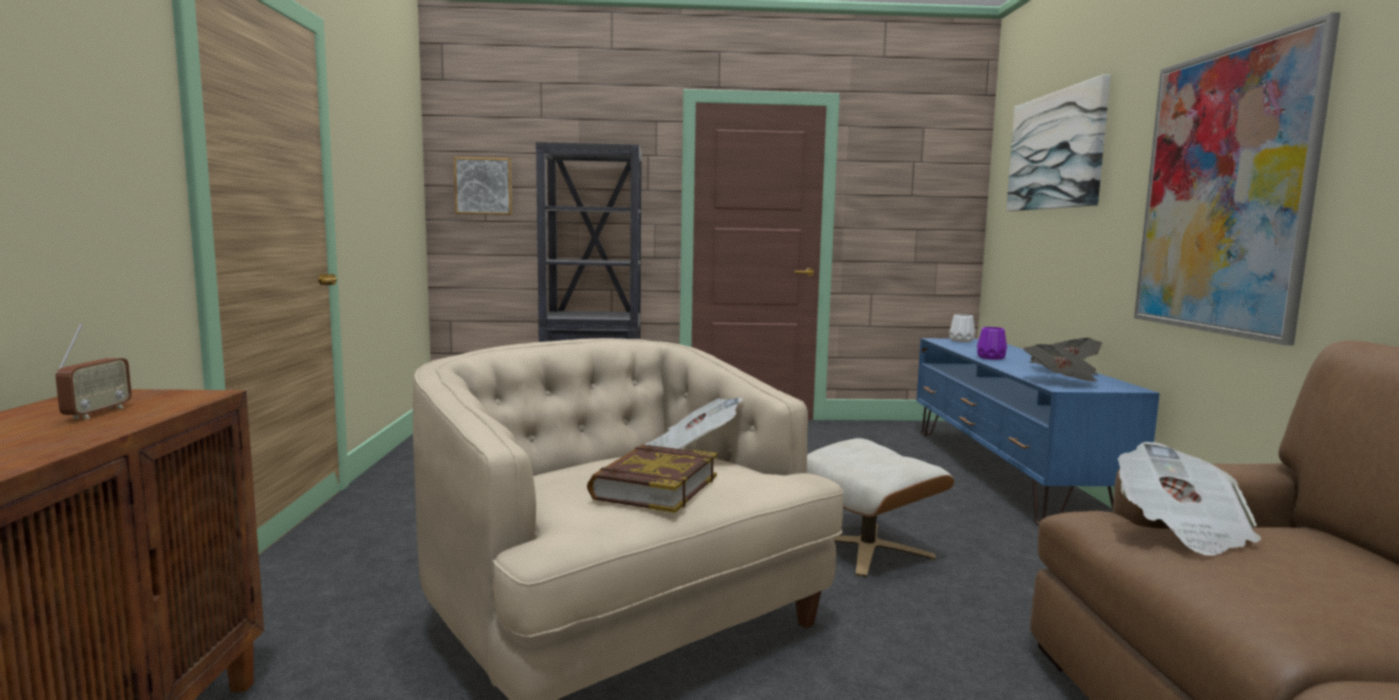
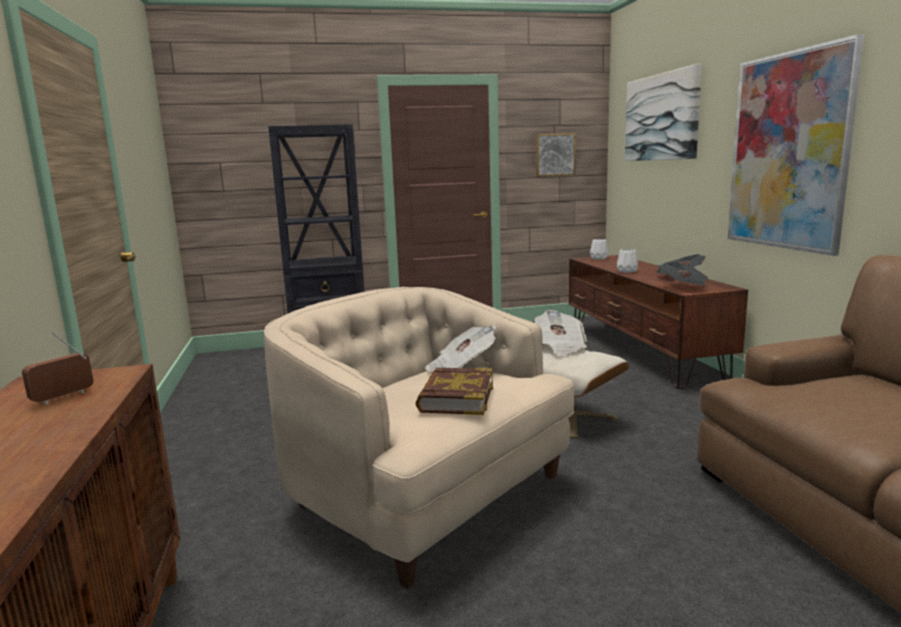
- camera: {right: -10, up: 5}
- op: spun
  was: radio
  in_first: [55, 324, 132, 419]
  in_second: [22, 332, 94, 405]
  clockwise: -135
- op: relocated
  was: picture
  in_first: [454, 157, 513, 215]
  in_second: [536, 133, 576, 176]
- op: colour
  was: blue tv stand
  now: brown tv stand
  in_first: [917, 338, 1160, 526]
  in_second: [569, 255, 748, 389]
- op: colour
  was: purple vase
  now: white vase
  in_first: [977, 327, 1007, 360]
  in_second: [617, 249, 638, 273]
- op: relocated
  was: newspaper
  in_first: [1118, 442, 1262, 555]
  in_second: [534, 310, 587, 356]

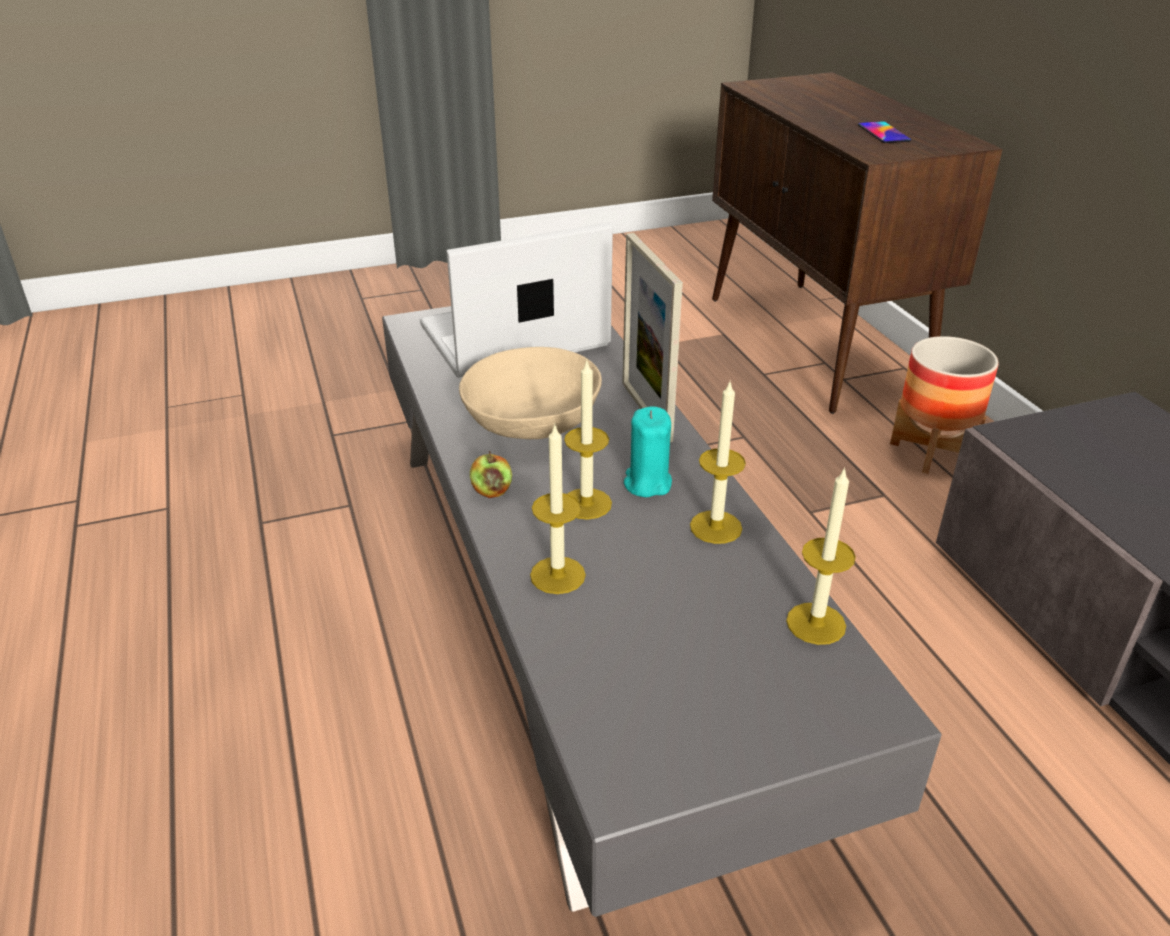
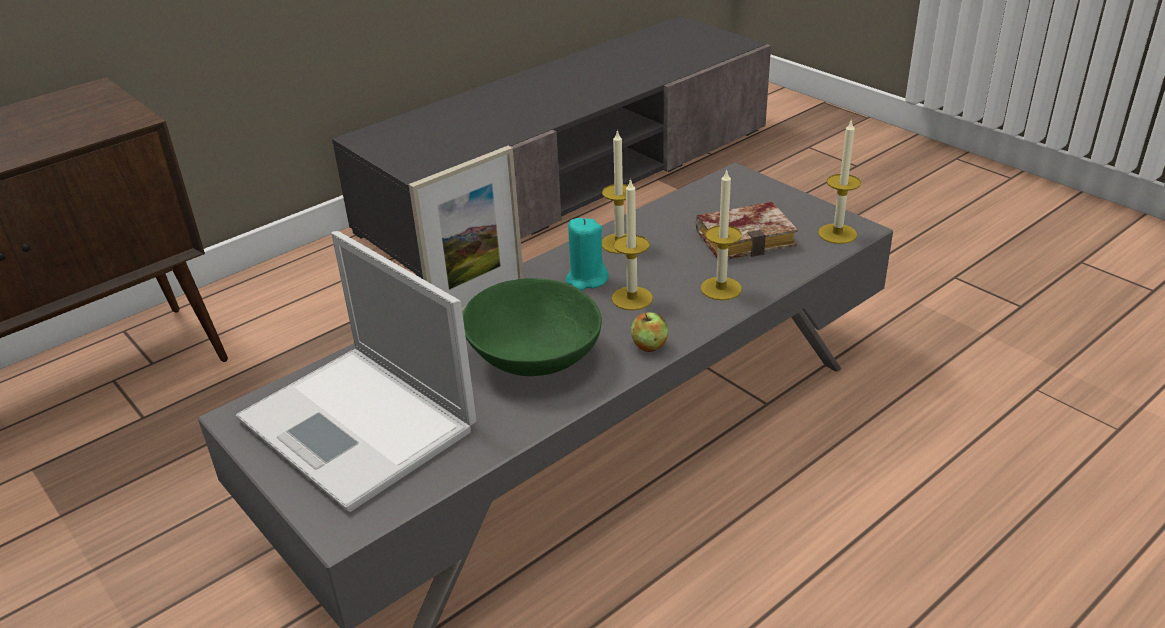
- camera: {right: -110, up: 0}
- op: colour
  was: beige bowl
  now: green bowl
  in_first: [459, 347, 602, 439]
  in_second: [463, 278, 602, 376]
- op: relocated
  was: candle
  in_first: [786, 467, 856, 645]
  in_second: [818, 119, 861, 244]
- op: missing
  was: phone
  in_first: [858, 121, 911, 143]
- op: missing
  was: planter
  in_first: [890, 336, 999, 474]
- op: appeared
  now: book
  in_second: [696, 202, 798, 259]

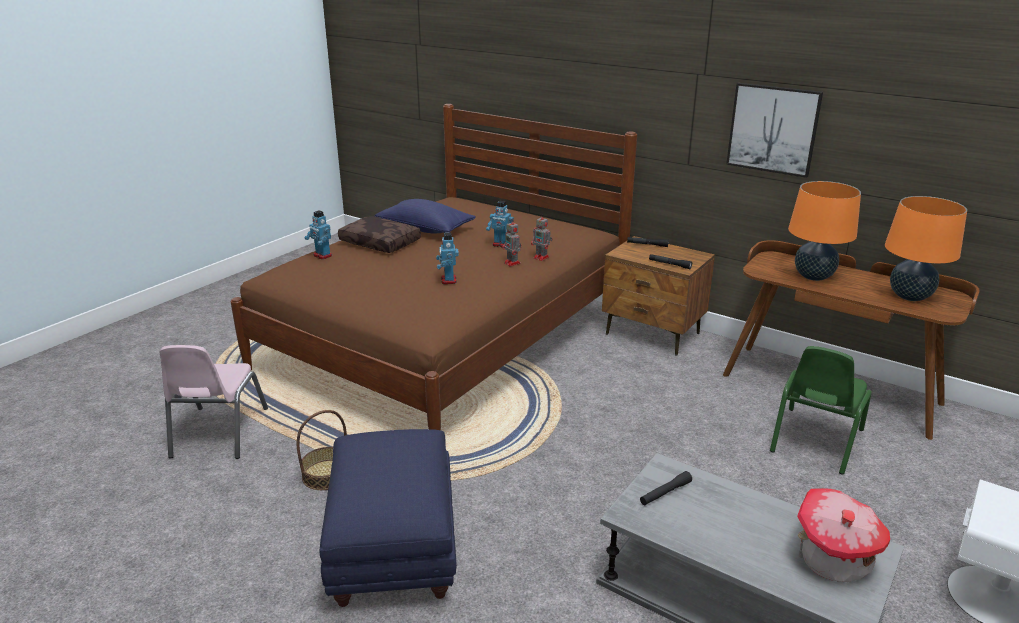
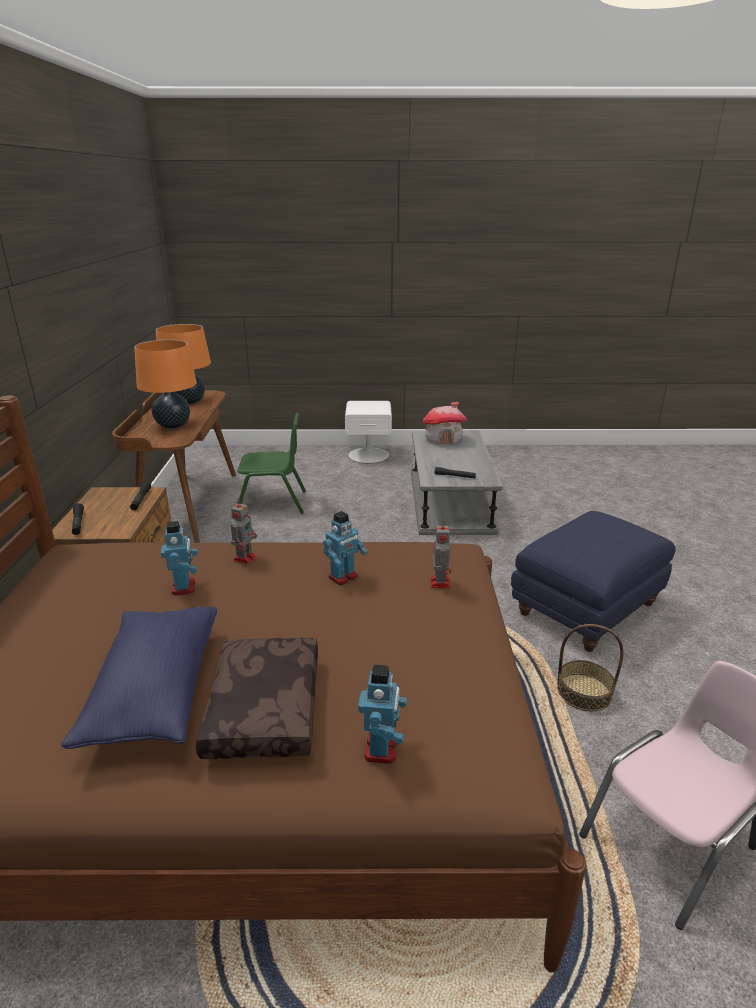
- camera: {right: -125, up: 0}
- op: relocated
  was: toy robot
  in_first: [531, 214, 553, 261]
  in_second: [430, 520, 451, 588]
- op: missing
  was: picture
  in_first: [726, 83, 823, 178]

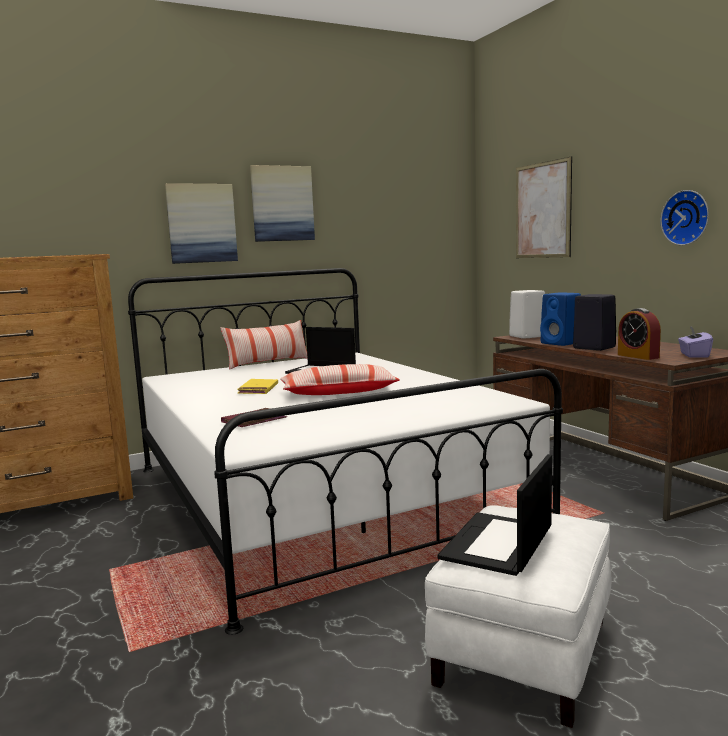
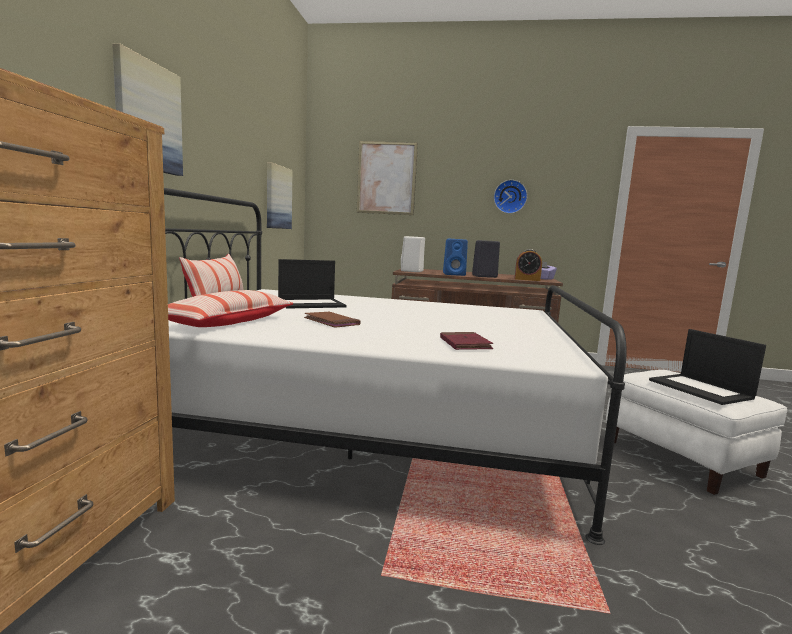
- camera: {right: -55, up: 0}
- op: colour
  was: yellow book
  now: brown book
  in_first: [237, 379, 278, 394]
  in_second: [304, 311, 361, 328]
- op: relocated
  was: picture
  in_first: [250, 165, 315, 242]
  in_second: [267, 162, 293, 229]
- op: relocated
  was: pillow
  in_first: [280, 364, 399, 395]
  in_second: [168, 290, 294, 327]

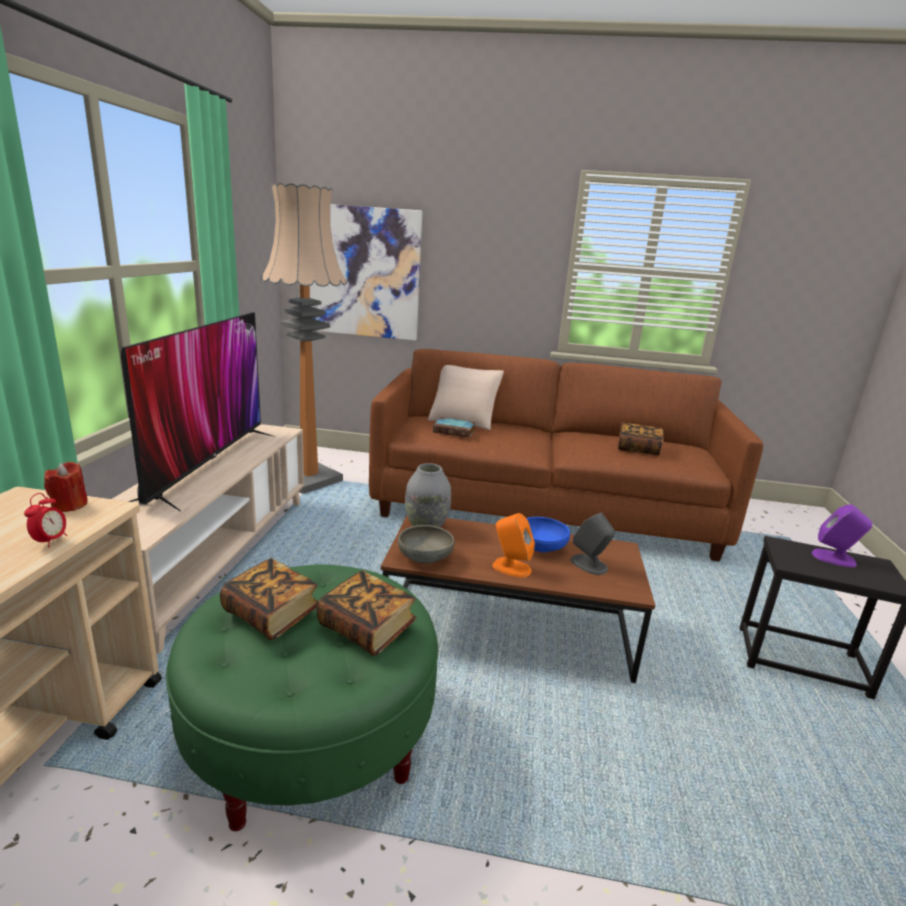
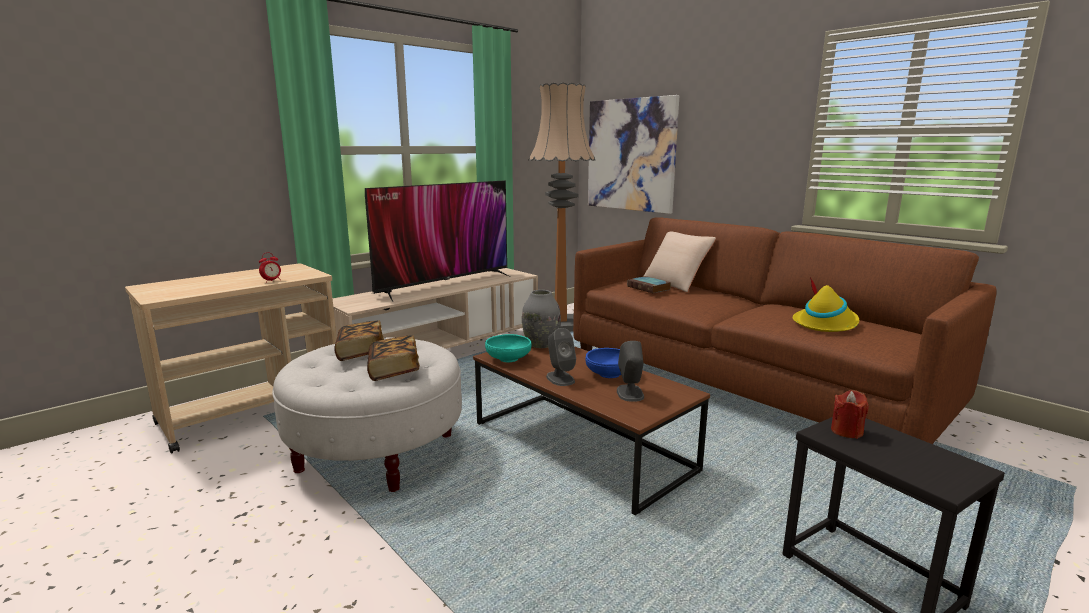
- camera: {right: 40, up: -5}
- op: relocated
  was: red candle
  in_first: [44, 462, 88, 512]
  in_second: [831, 390, 869, 439]
- op: colour
  was: green ottoman
  now: white ottoman
  in_first: [166, 564, 438, 831]
  in_second: [272, 337, 462, 492]
- op: colour
  was: grey bowl
  now: turquoise bowl
  in_first: [398, 525, 454, 564]
  in_second: [485, 334, 532, 362]
- op: colour
  was: orange speaker
  now: grey speaker
  in_first: [492, 513, 535, 578]
  in_second: [546, 328, 576, 386]
- op: exchanged
  was: book
  now: yellow hat
  in_first: [618, 422, 663, 456]
  in_second: [792, 277, 859, 332]
- op: missing
  was: purple speaker
  in_first: [812, 504, 872, 567]

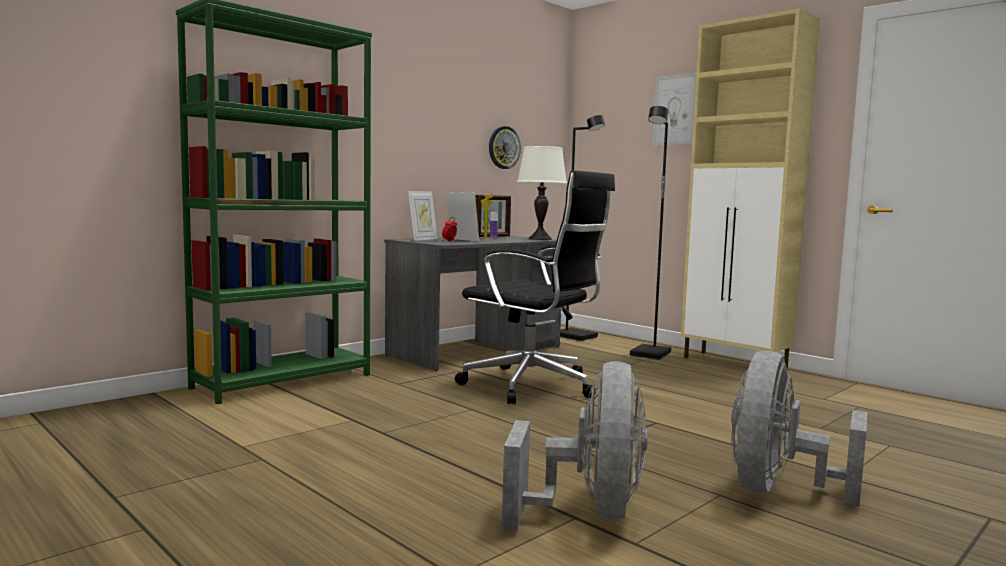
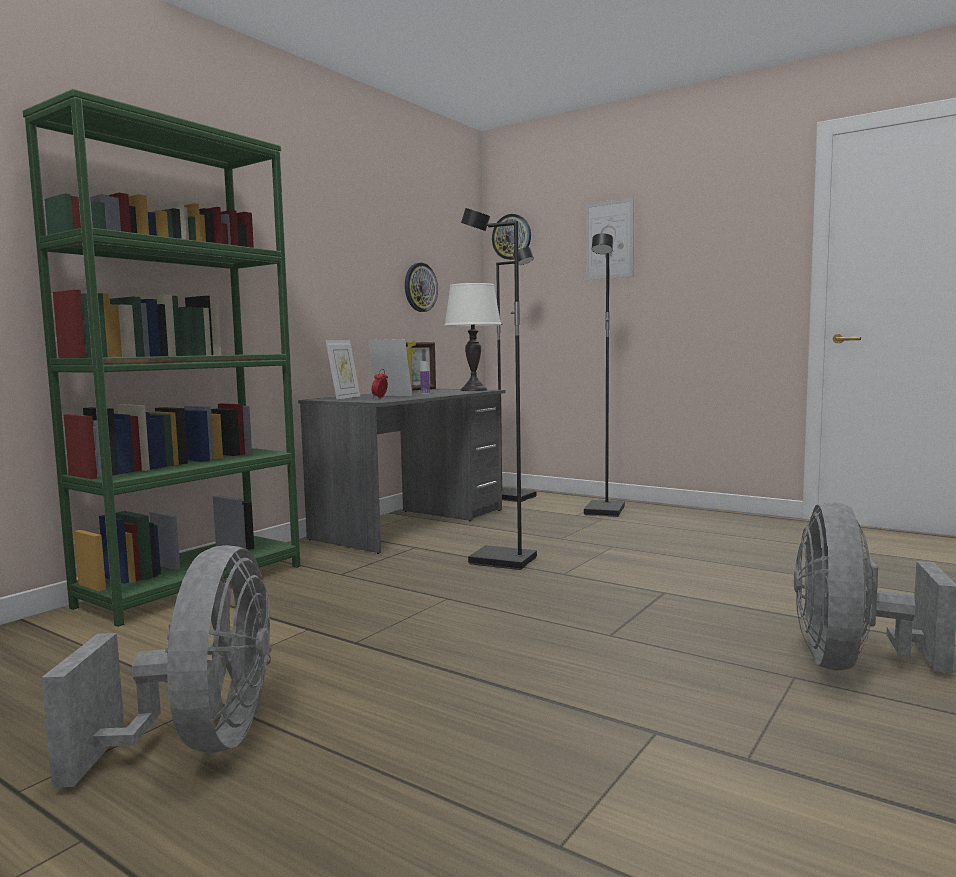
- camera: {right: -10, up: 0}
- op: exchanged
  was: black office chair
  now: black floor lamp
  in_first: [455, 170, 615, 404]
  in_second: [461, 208, 537, 570]
- op: relocated
  was: grey fan
  in_first: [502, 361, 648, 530]
  in_second: [41, 545, 271, 788]
- op: missing
  was: beige cabinet
  in_first: [681, 8, 820, 369]
- op: appeared
  now: wall clock
  in_second: [492, 214, 531, 260]

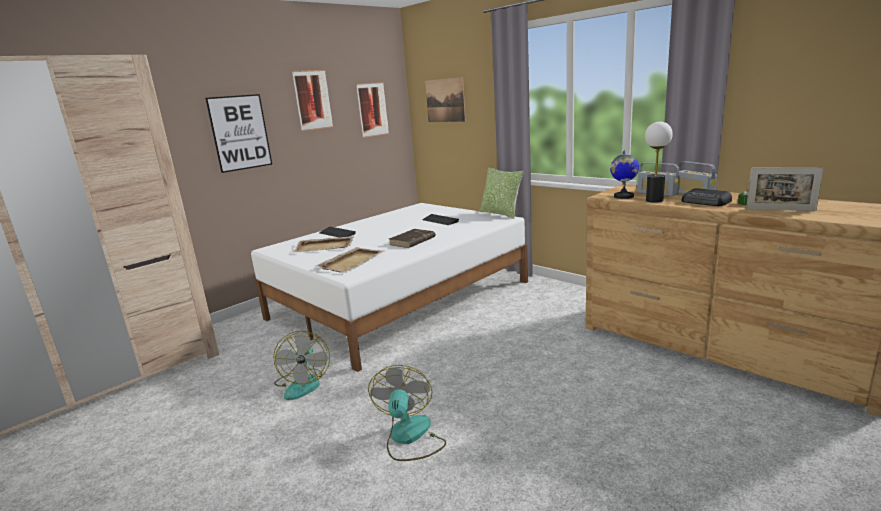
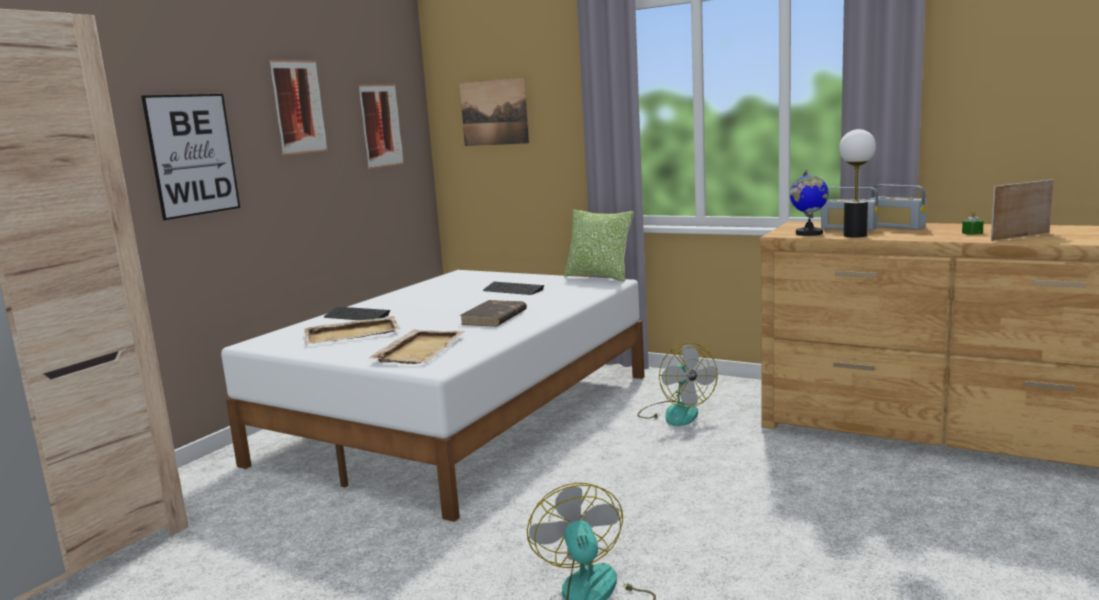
- camera: {right: -15, up: -5}
- op: relocated
  was: fan
  in_first: [273, 331, 330, 400]
  in_second: [637, 342, 718, 426]
- op: missing
  was: radio
  in_first: [681, 188, 732, 206]
- op: spun
  was: picture frame
  in_first: [746, 167, 824, 211]
  in_second: [991, 179, 1054, 241]
  clockwise: 150

